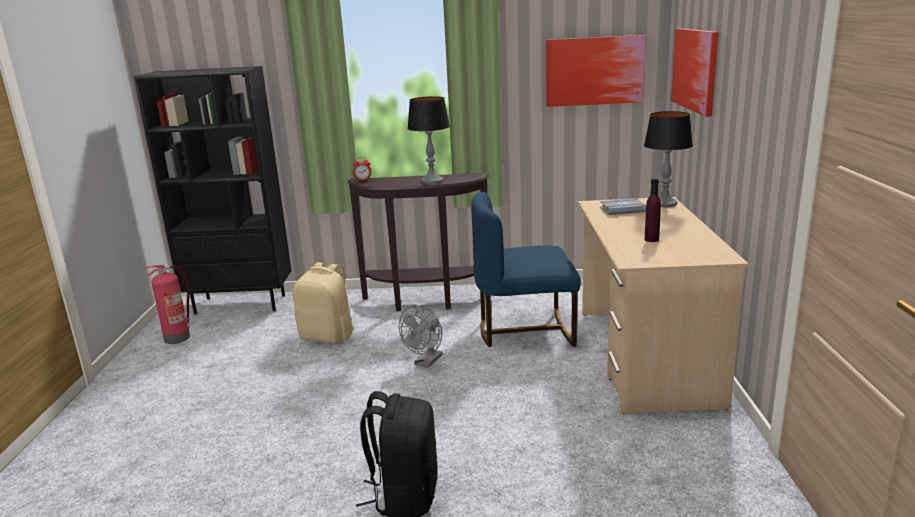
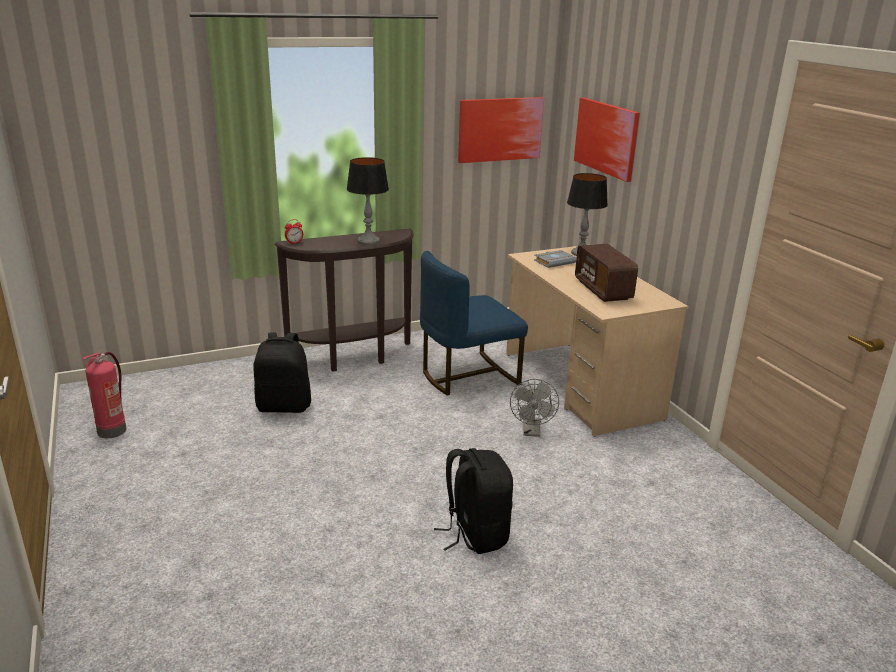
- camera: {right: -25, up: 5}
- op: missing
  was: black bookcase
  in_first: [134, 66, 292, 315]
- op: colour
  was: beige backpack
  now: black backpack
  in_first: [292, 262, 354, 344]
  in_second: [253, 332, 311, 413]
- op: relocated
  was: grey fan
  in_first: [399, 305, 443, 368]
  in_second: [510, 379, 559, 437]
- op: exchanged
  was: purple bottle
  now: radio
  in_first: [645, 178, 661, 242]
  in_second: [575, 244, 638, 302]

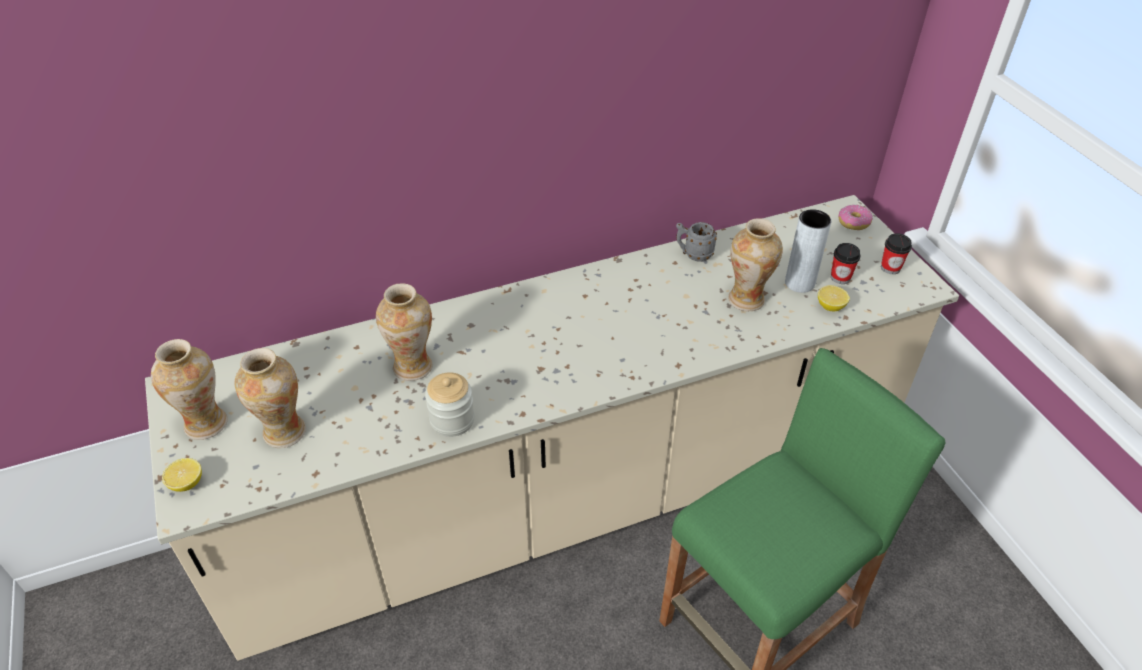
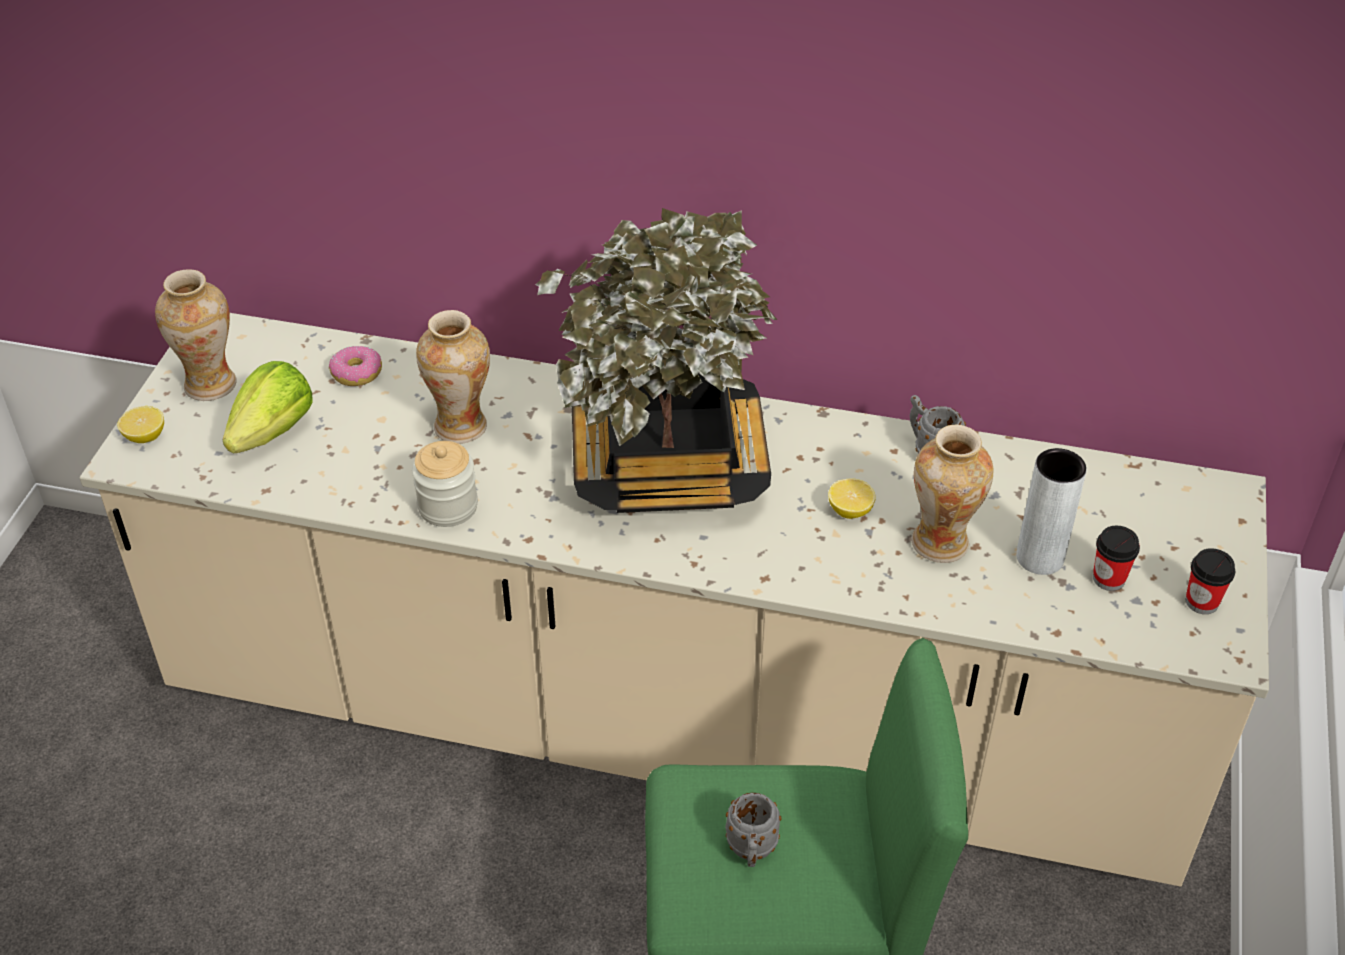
- camera: {right: 35, up: 0}
- op: exchanged
  was: vase
  now: lettuce
  in_first: [235, 348, 306, 448]
  in_second: [223, 361, 313, 454]
- op: relocated
  was: lemon
  in_first: [818, 285, 850, 311]
  in_second: [828, 479, 876, 519]
- op: relocated
  was: donut
  in_first: [838, 205, 873, 230]
  in_second: [329, 346, 382, 386]
- op: appeared
  now: potted plant
  in_second: [535, 208, 777, 513]
- op: appeared
  now: grey mug
  in_second: [725, 793, 782, 867]

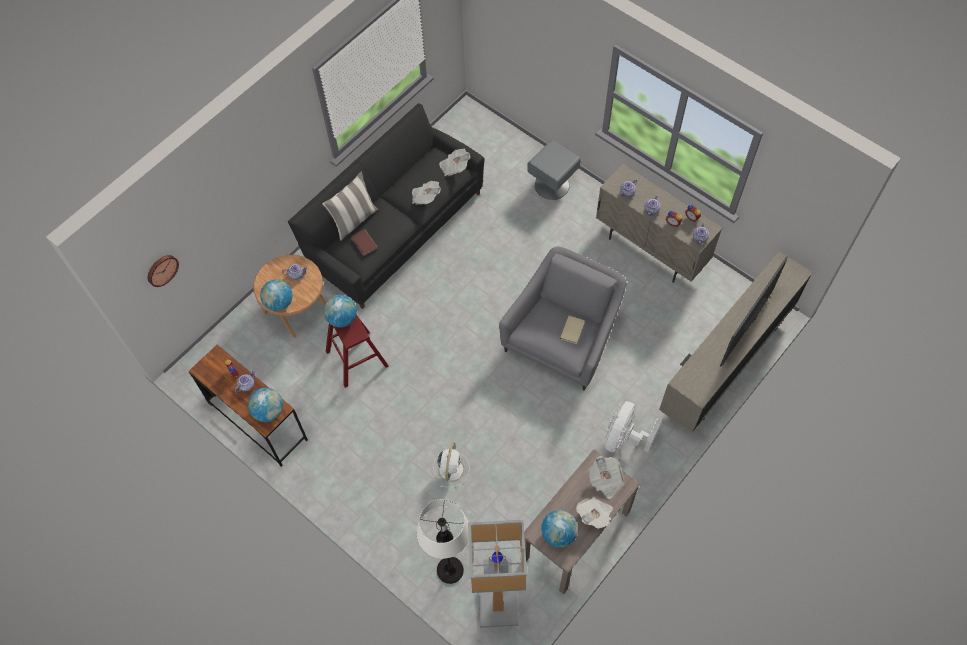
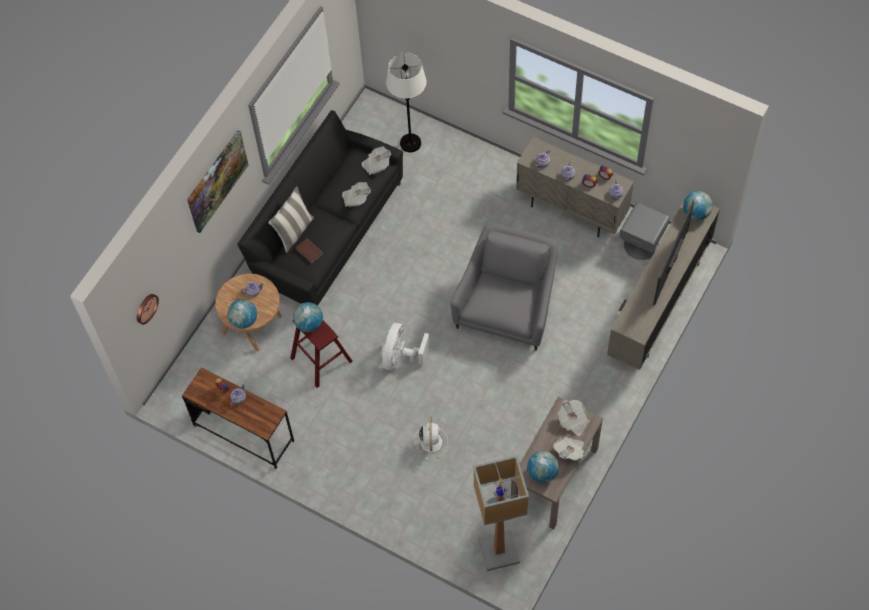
- camera: {right: -10, up: 0}
- op: relocated
  was: globe
  in_first: [248, 388, 283, 422]
  in_second: [683, 191, 713, 220]
- op: relocated
  was: white floor lamp
  in_first: [417, 499, 469, 584]
  in_second: [386, 52, 426, 152]
- op: relocated
  was: grey nightstand
  in_first: [527, 140, 581, 200]
  in_second: [619, 203, 670, 260]
- op: missing
  was: beige book
  in_first: [560, 316, 585, 344]
- op: relocated
  was: white fan
  in_first: [605, 401, 662, 452]
  in_second: [381, 323, 430, 370]
- op: appeared
  now: picture
  in_second: [187, 130, 249, 233]

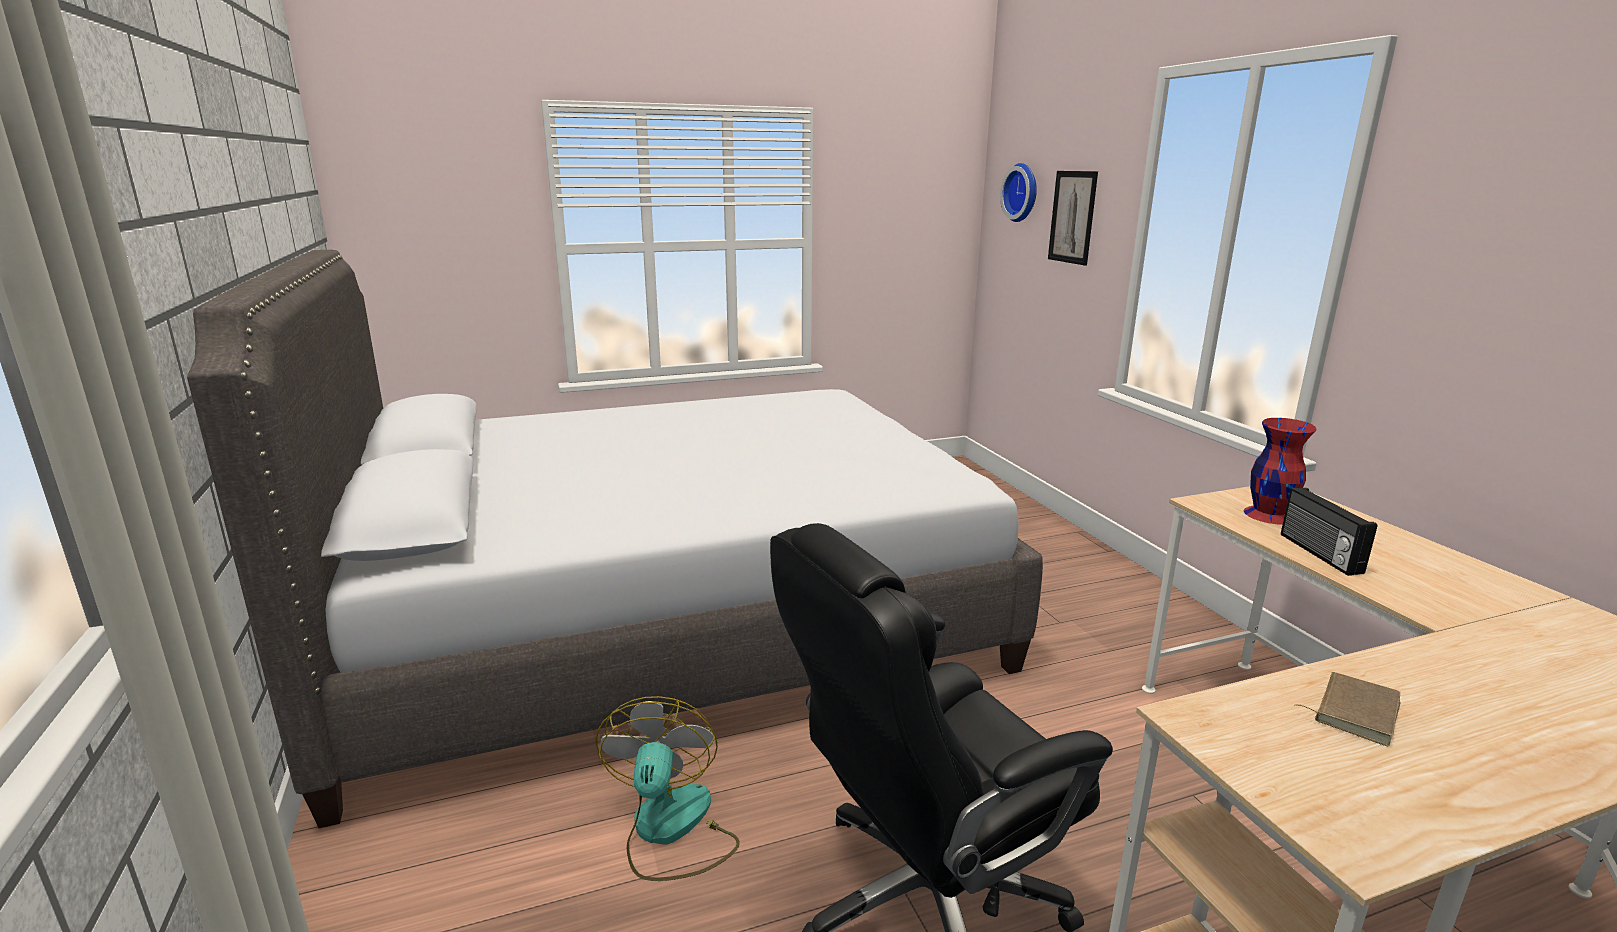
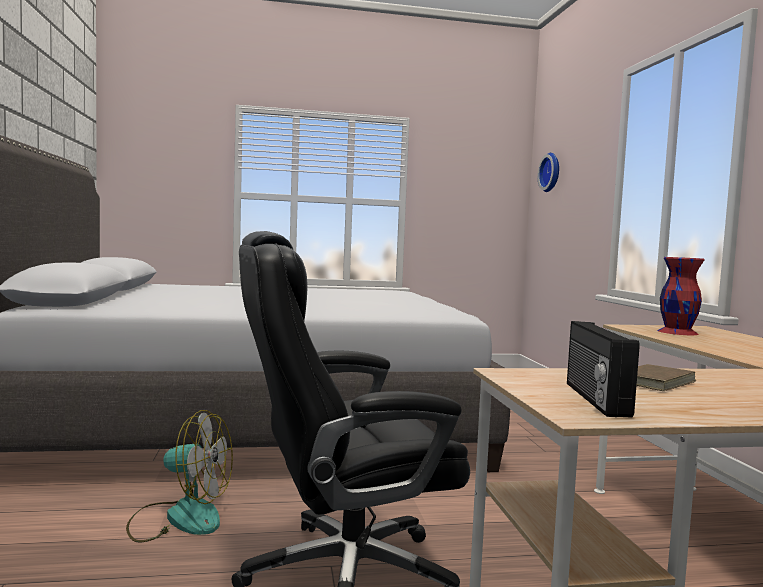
- camera: {right: 10, up: -15}
- op: spun
  was: fan
  in_first: [595, 696, 740, 881]
  in_second: [126, 410, 233, 543]
  clockwise: 90
- op: missing
  was: picture
  in_first: [1048, 171, 1098, 266]
- op: relocated
  was: radio
  in_first: [1281, 488, 1377, 576]
  in_second: [567, 321, 640, 418]

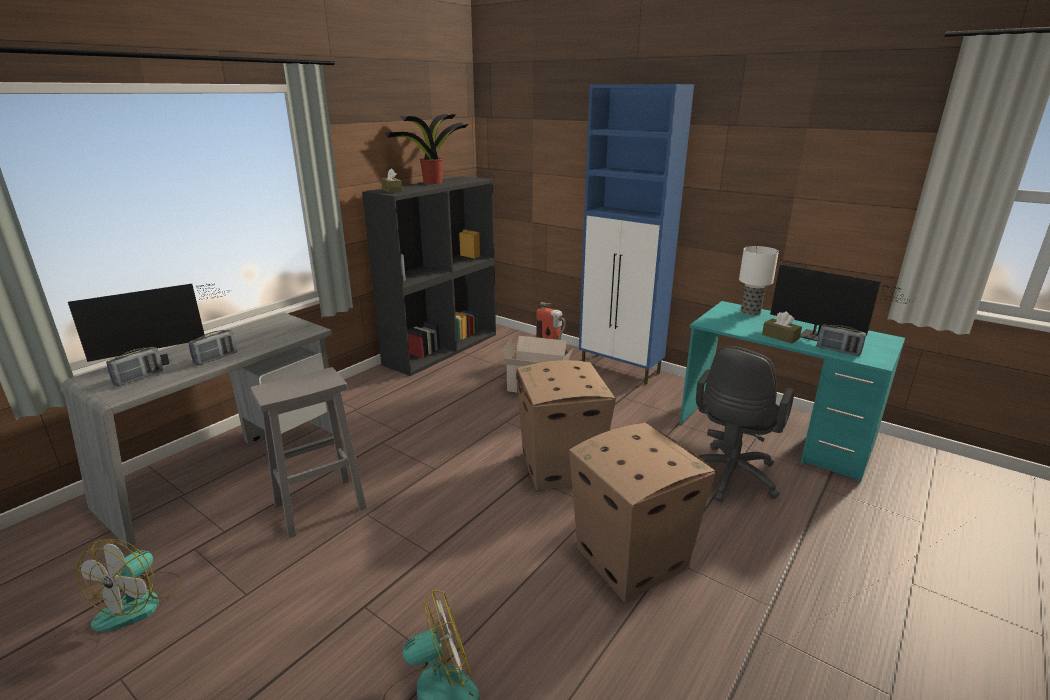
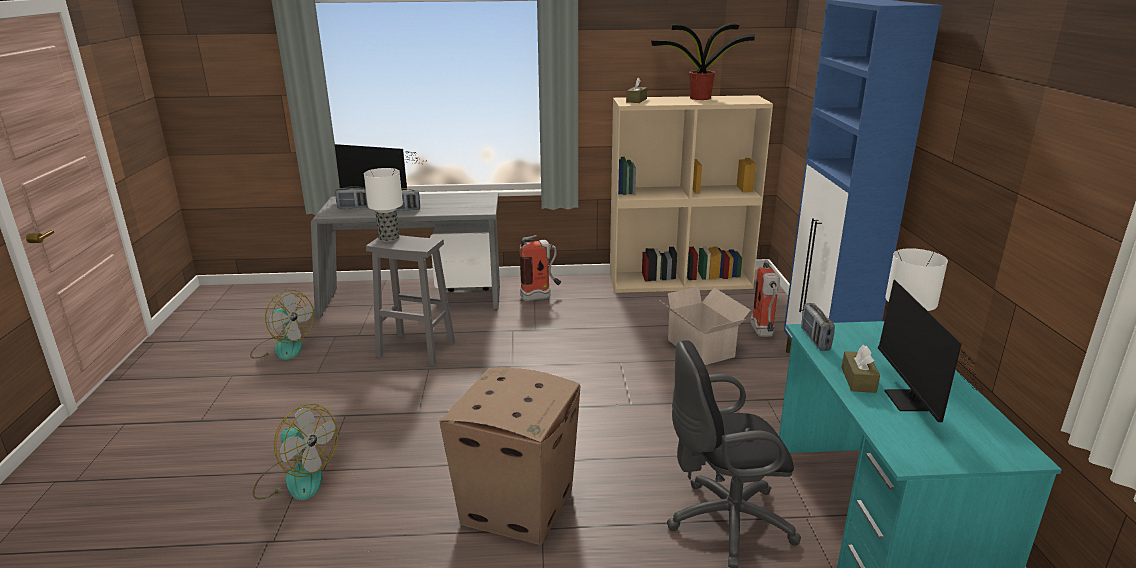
- camera: {right: 50, up: 0}
- op: spun
  was: fan
  in_first: [77, 539, 180, 632]
  in_second: [250, 290, 314, 360]
  clockwise: -120
- op: colour
  was: black bookcase
  now: beige bookcase
  in_first: [362, 176, 496, 376]
  in_second: [610, 95, 773, 293]
- op: missing
  was: cardboard box
  in_first: [516, 360, 616, 490]
- op: relocated
  was: radio
  in_first: [817, 324, 866, 356]
  in_second: [801, 303, 835, 351]
- op: appeared
  now: table lamp
  in_second: [364, 168, 403, 242]
- op: appeared
  now: fire extinguisher
  in_second: [520, 235, 561, 301]

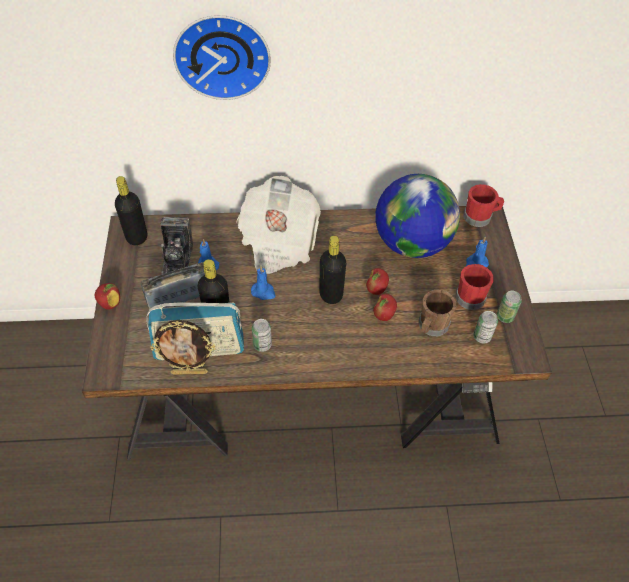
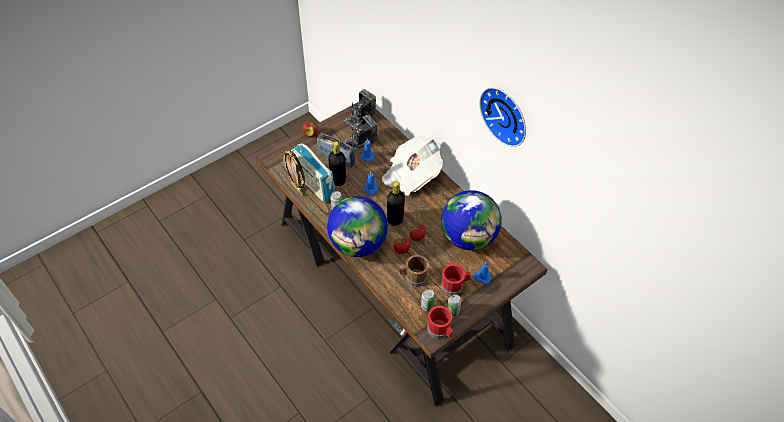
- camera: {right: 55, up: 0}
- op: exchanged
  was: black bottle
  now: photo camera
  in_first: [115, 176, 147, 245]
  in_second: [344, 89, 376, 128]
- op: relocated
  was: wall clock
  in_first: [173, 15, 271, 100]
  in_second: [479, 87, 526, 147]
- op: relocated
  was: red mug
  in_first: [464, 184, 504, 227]
  in_second: [427, 306, 453, 339]
- op: appeared
  now: globe
  in_second: [327, 196, 388, 257]

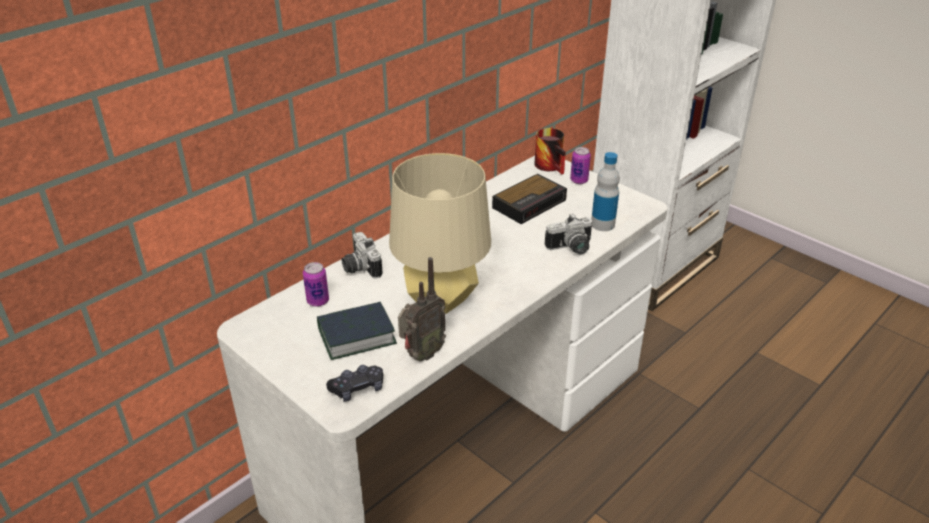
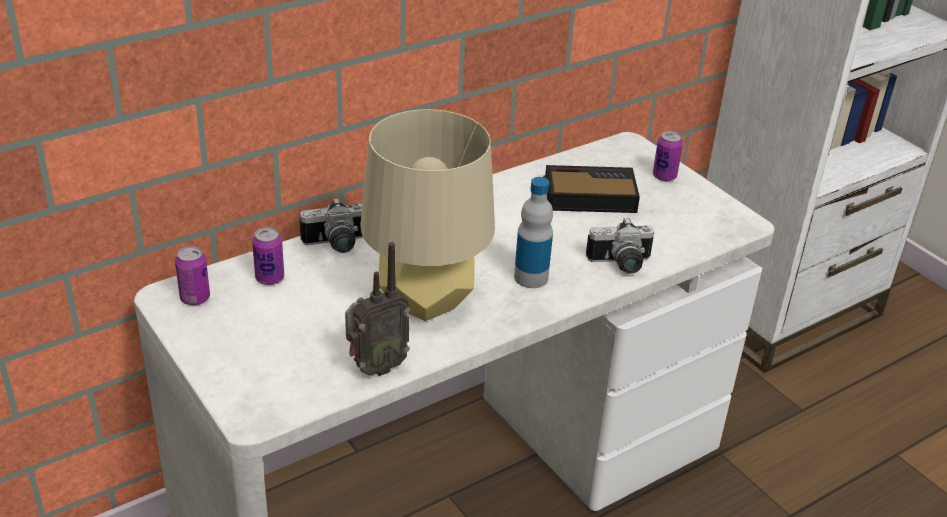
- camera: {right: 10, up: 0}
- op: missing
  was: book
  in_first: [317, 302, 397, 360]
- op: missing
  was: black game controller
  in_first: [326, 365, 383, 402]
- op: spun
  was: photo camera
  in_first: [342, 232, 383, 278]
  in_second: [299, 198, 363, 253]
  clockwise: -90
- op: spun
  was: alarm clock
  in_first: [492, 174, 567, 224]
  in_second: [543, 165, 640, 213]
  clockwise: -150
- op: missing
  was: mug
  in_first: [534, 128, 566, 174]
- op: relocated
  was: bottle
  in_first: [591, 152, 620, 231]
  in_second: [514, 177, 553, 288]
- op: appeared
  now: can
  in_second: [175, 246, 210, 305]

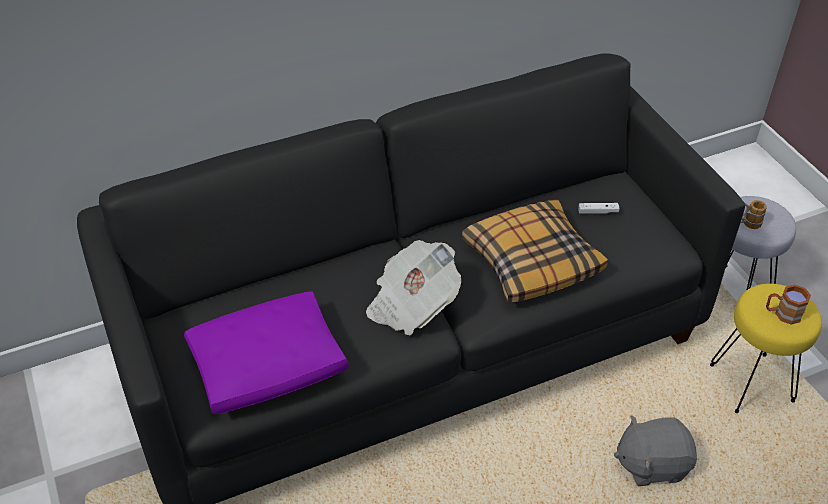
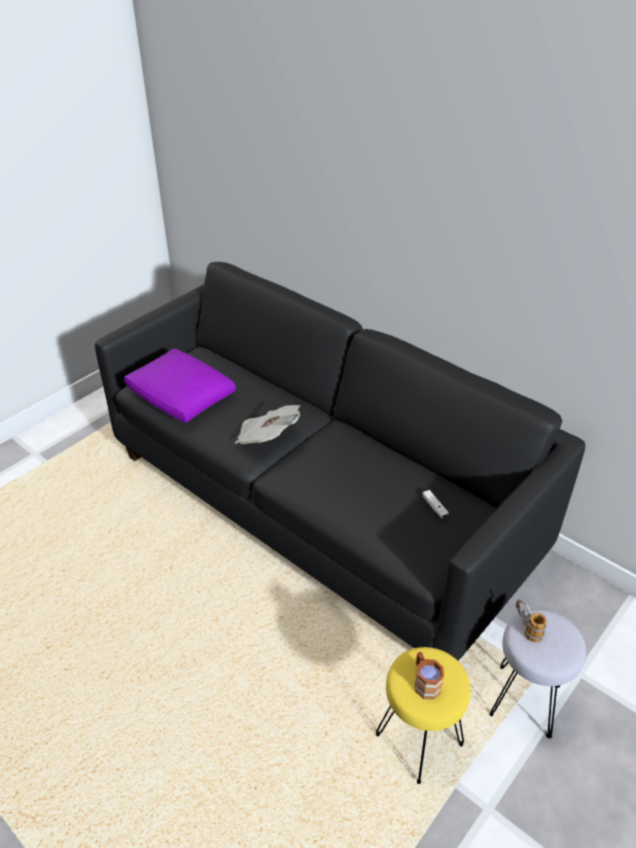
- camera: {right: 65, up: -5}
- op: missing
  was: pillow
  in_first: [462, 199, 608, 302]
- op: missing
  was: grey plush toy
  in_first: [614, 415, 697, 486]

